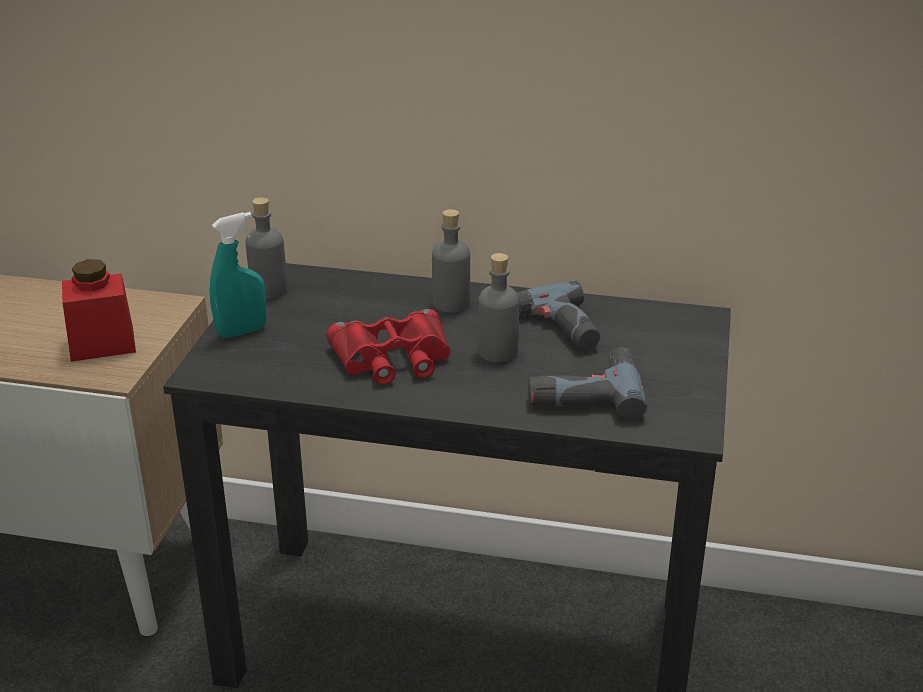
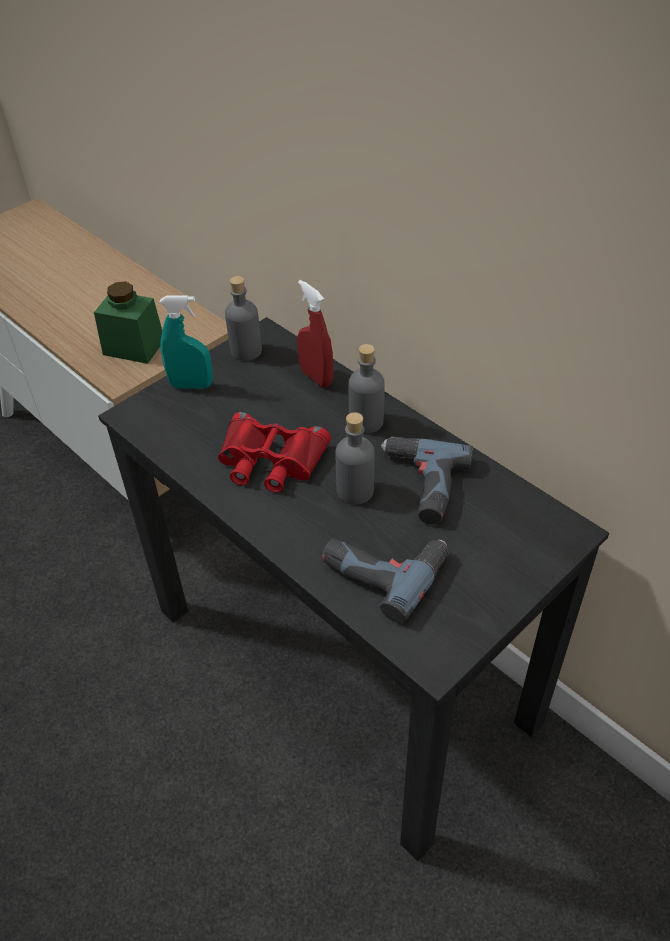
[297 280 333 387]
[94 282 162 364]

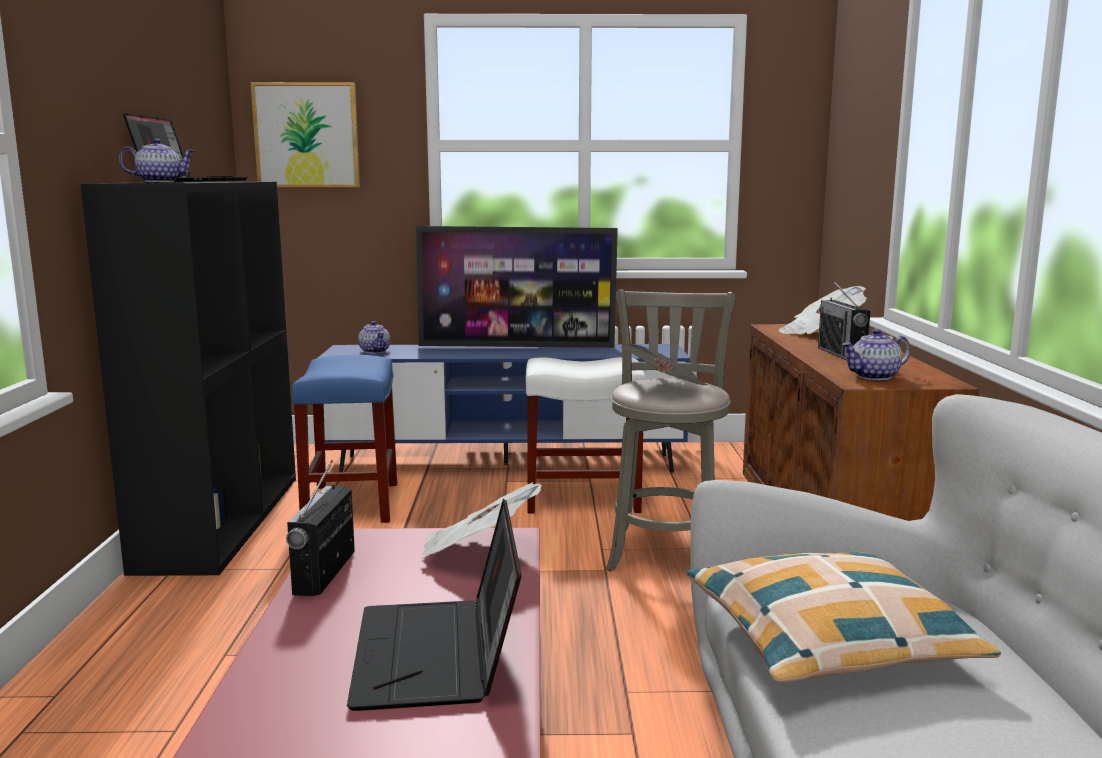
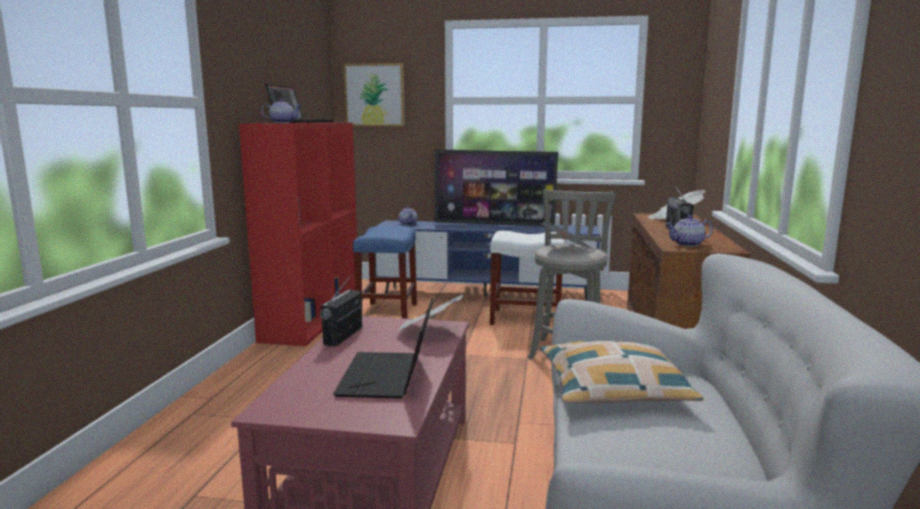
[239 123 357 346]

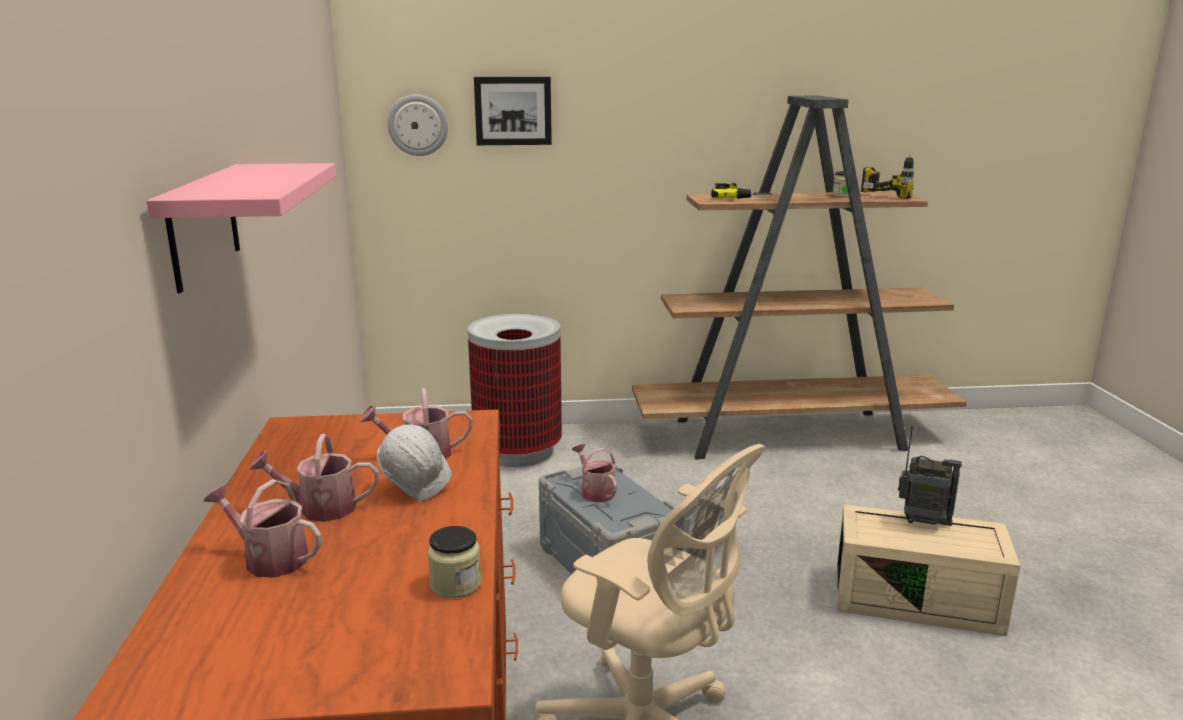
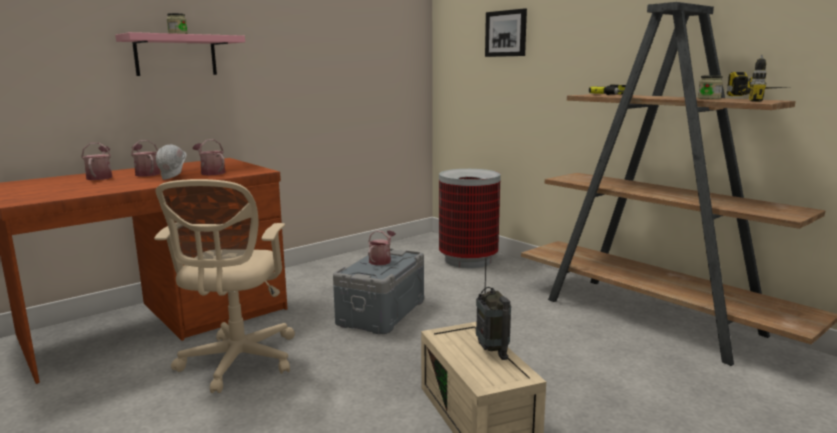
[387 94 448 156] (first image)
[167 13 188 34]

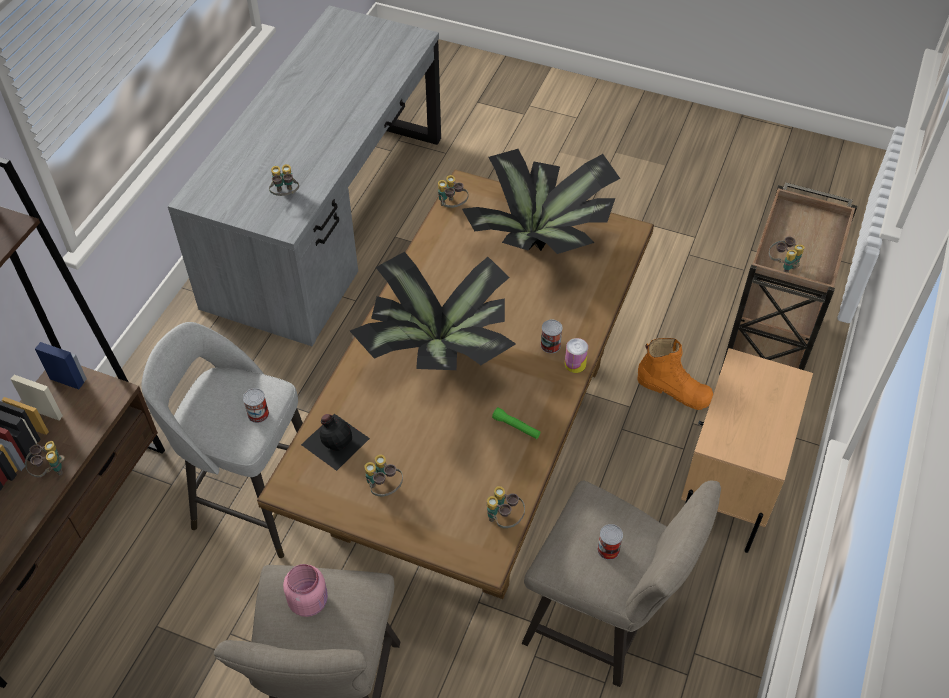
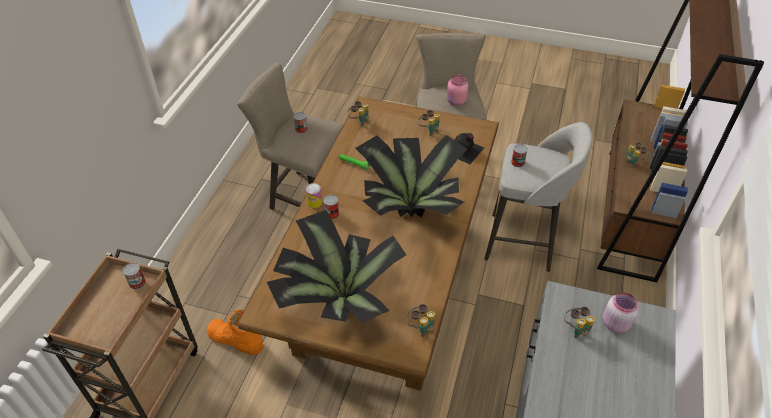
[681 348 813 553] (first image)
[603 292 639 333]
[123 263 146 289]

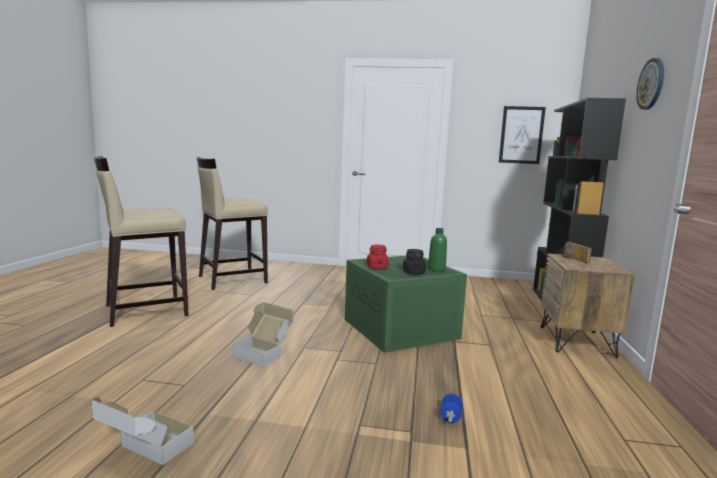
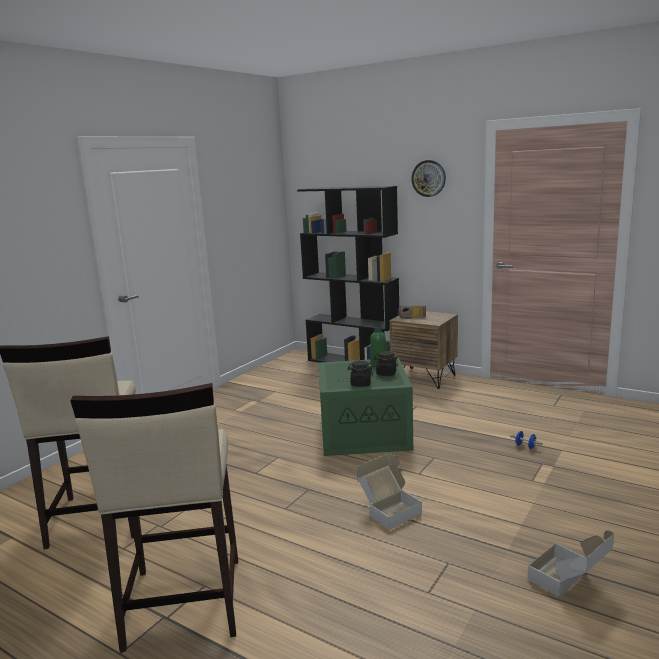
[499 106 546 164] (first image)
[347 360 373 387]

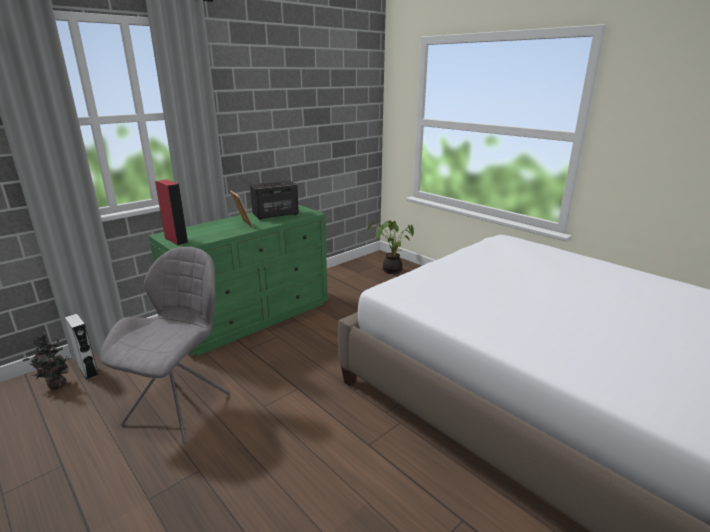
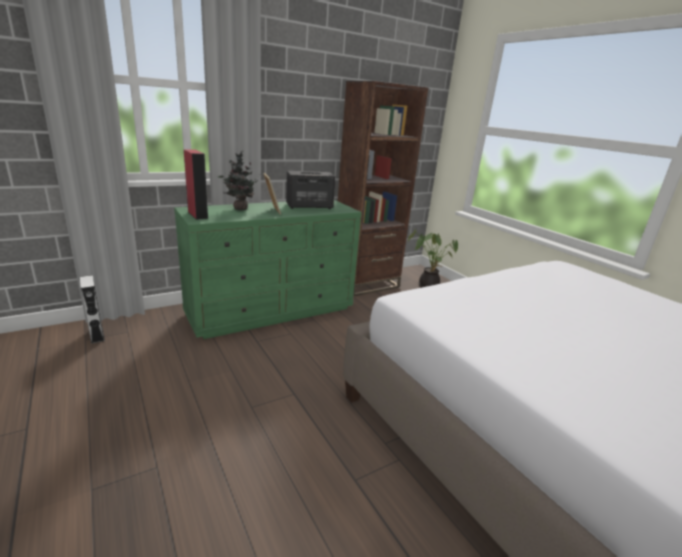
[100 247 230 443] (first image)
[338 81 428 296]
[218 150 258 210]

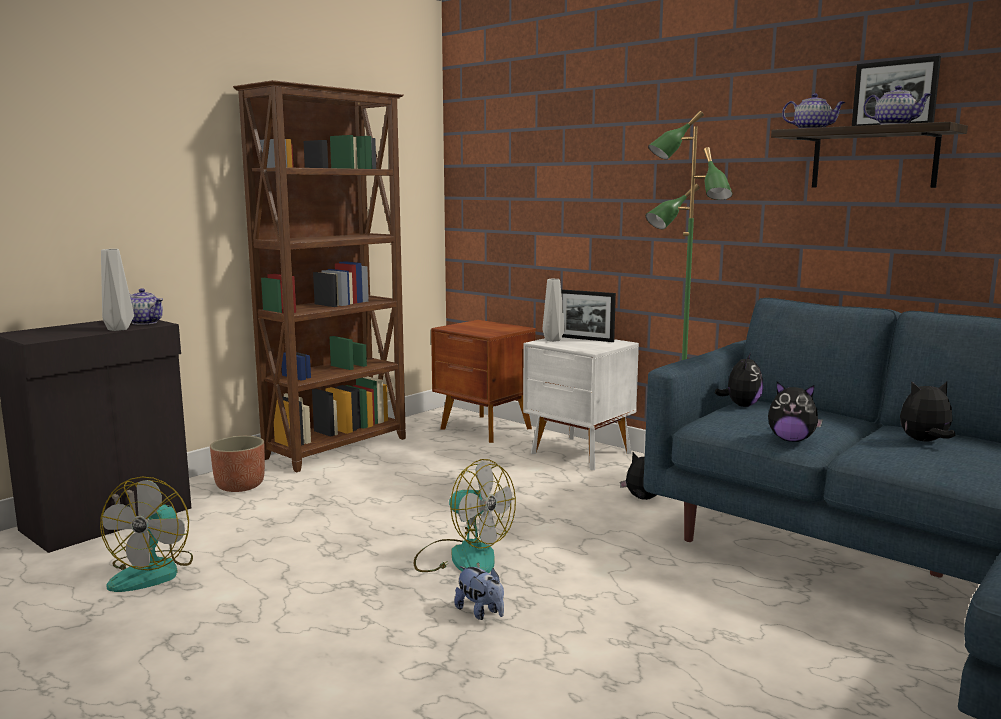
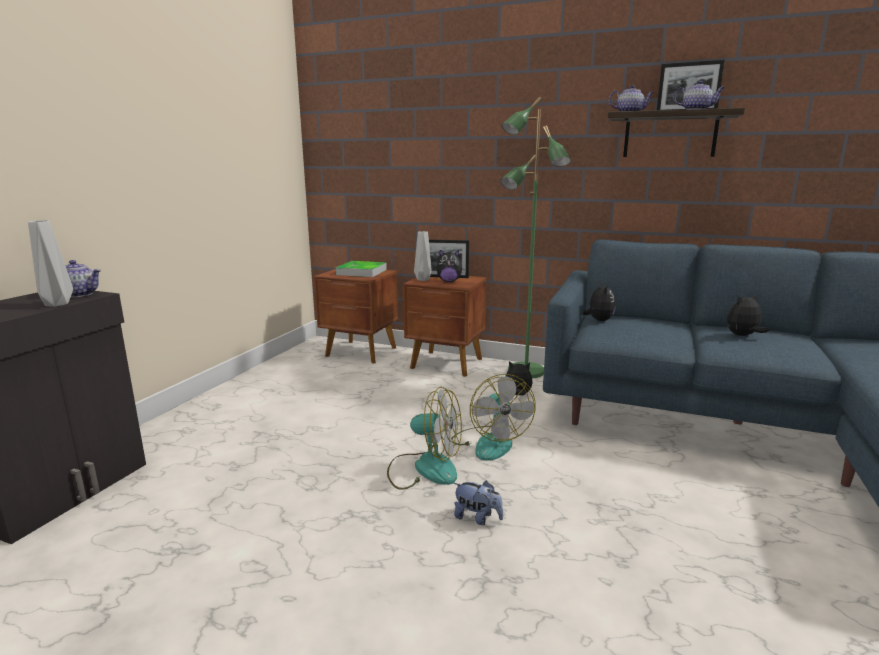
[210 436 265 492] (first image)
[233 80 406 472] (first image)
[336 261 387 277]
[451 374 536 461]
[437 250 464 282]
[403 276 486 377]

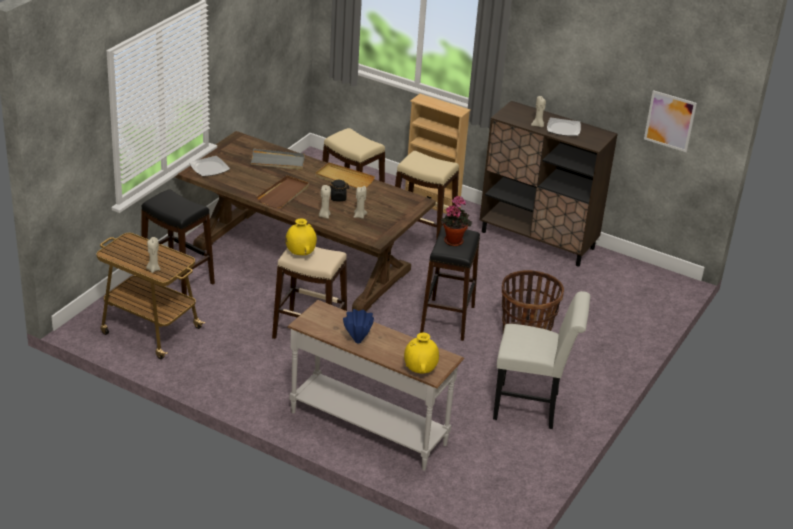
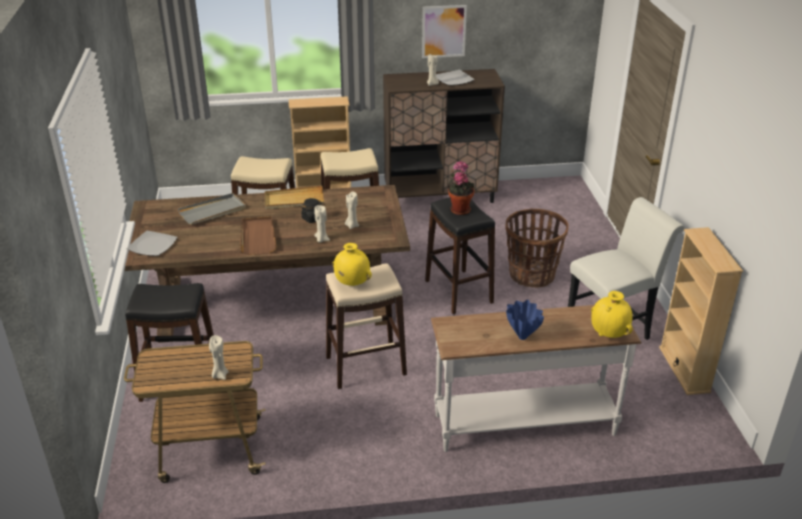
[659 227 743 395]
[422 5 467 58]

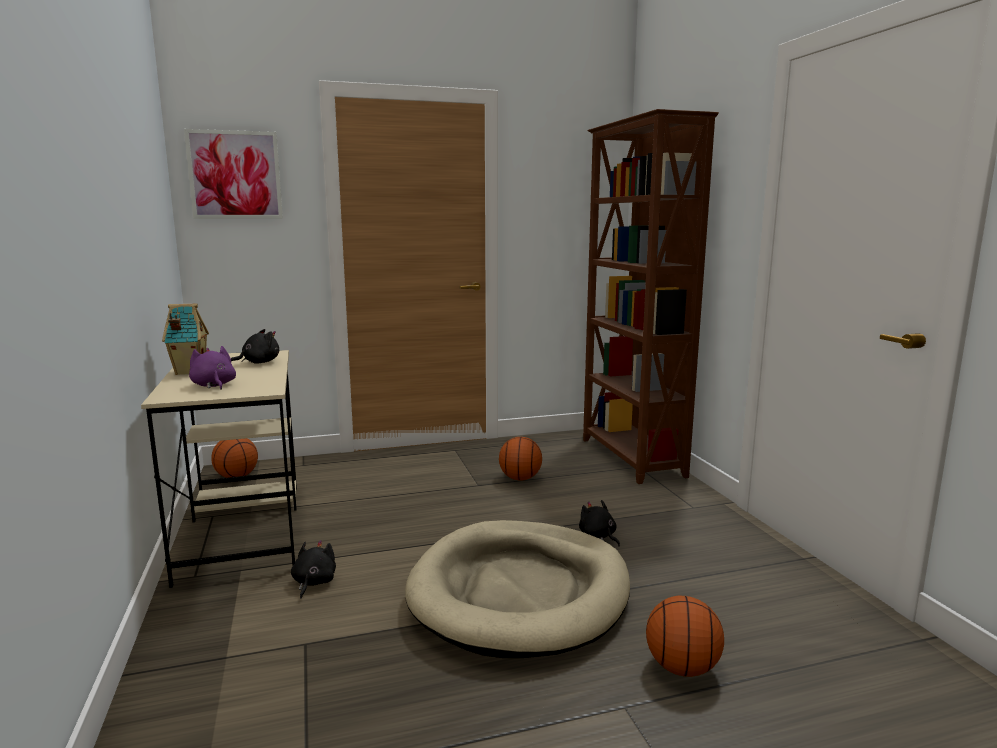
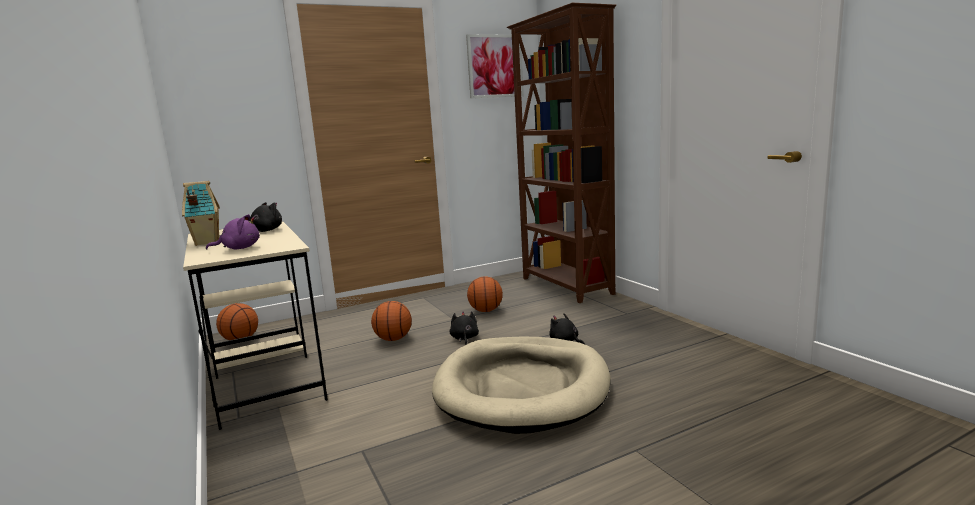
[466 34 524 99]
[450 311 479 345]
[371 301 412 341]
[206 214 260 250]

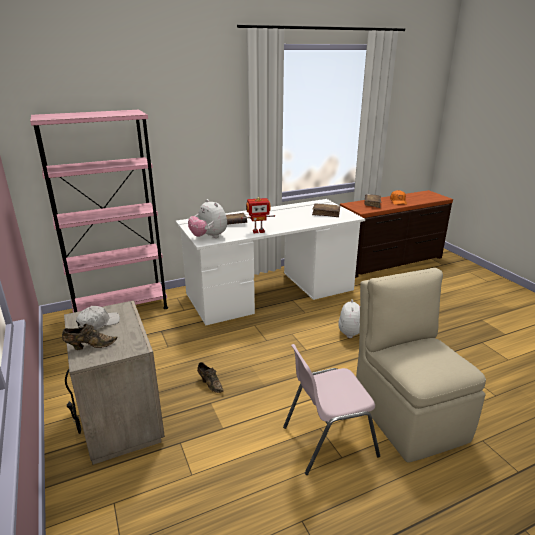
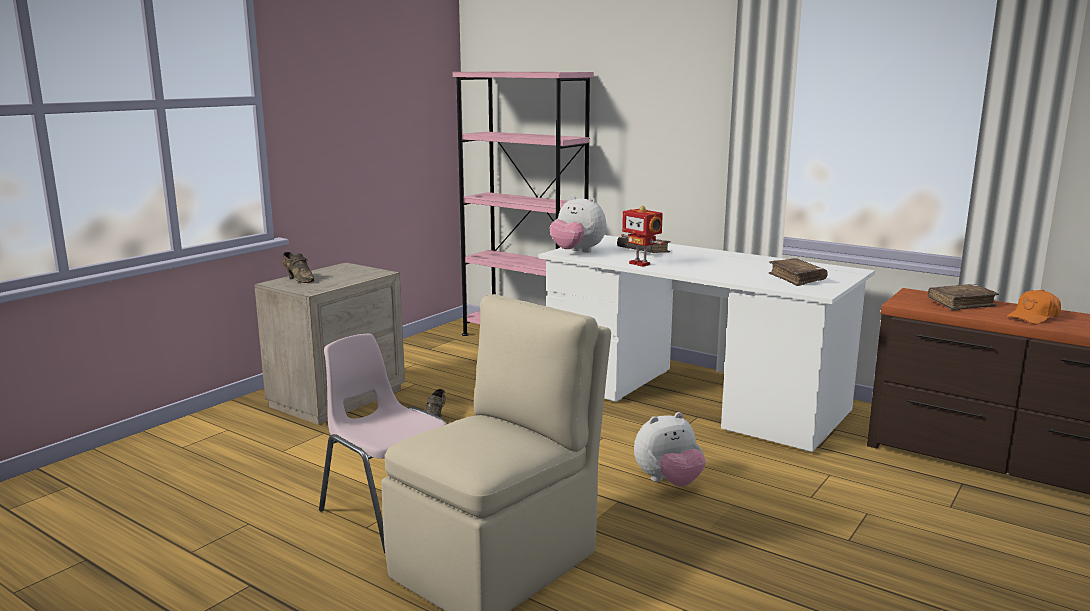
[76 306 120 329] (first image)
[550 195 606 253]

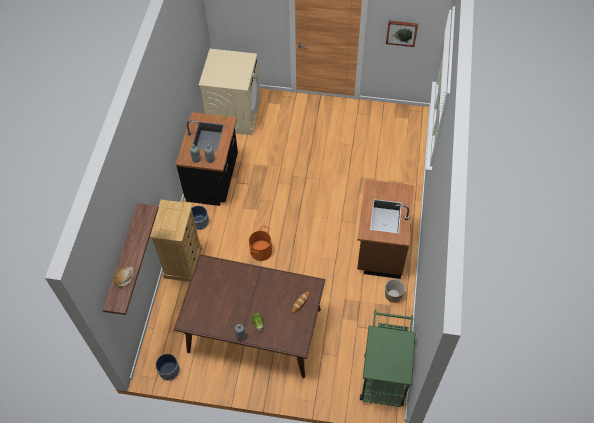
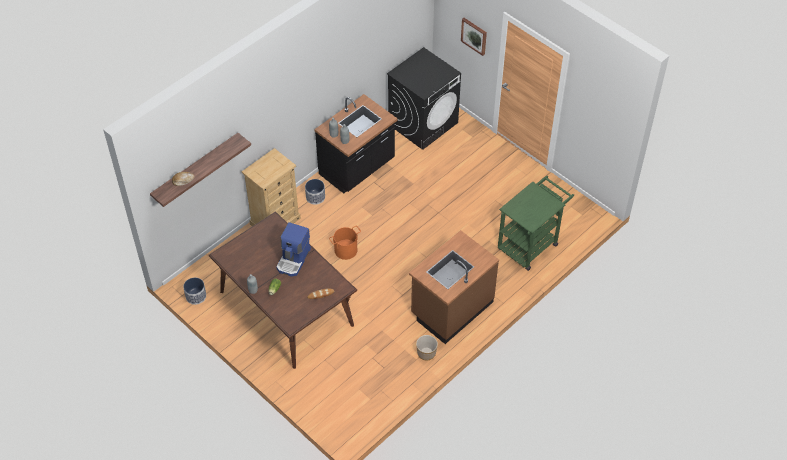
[276 222 311 277]
[497 175 574 271]
[461 18 487 56]
[387 47 461 150]

